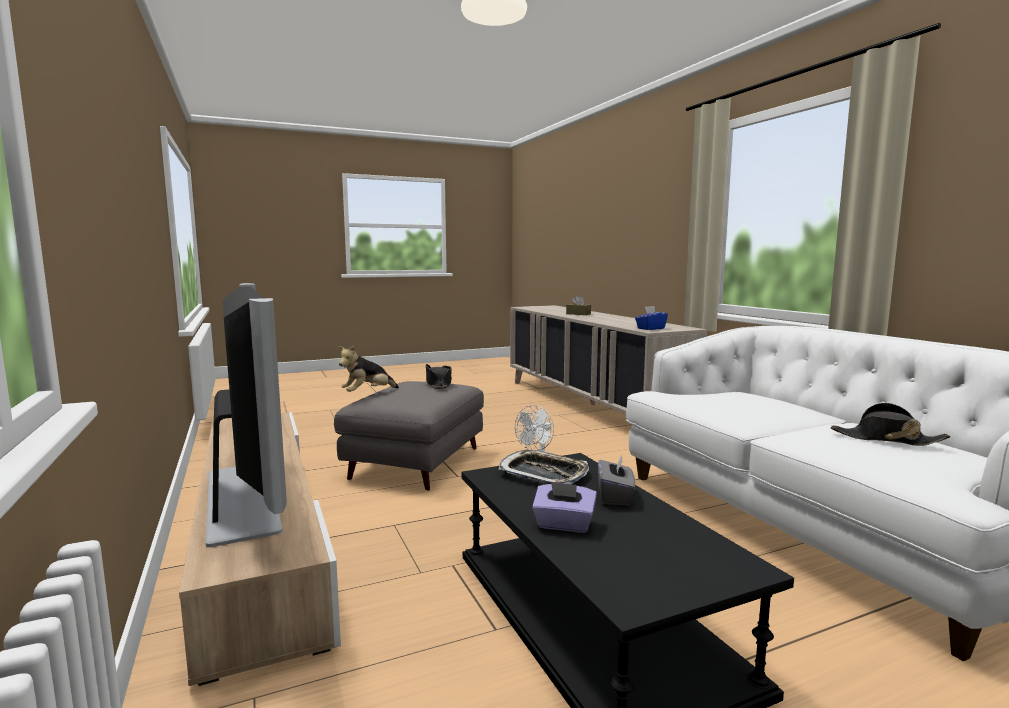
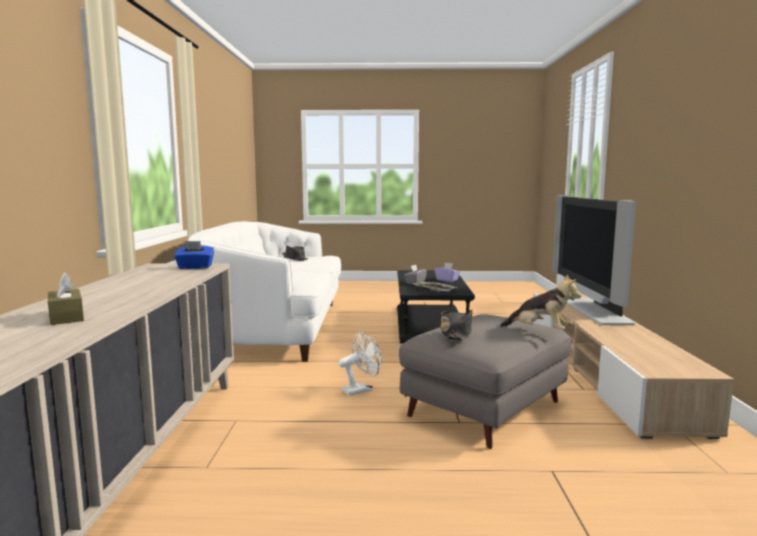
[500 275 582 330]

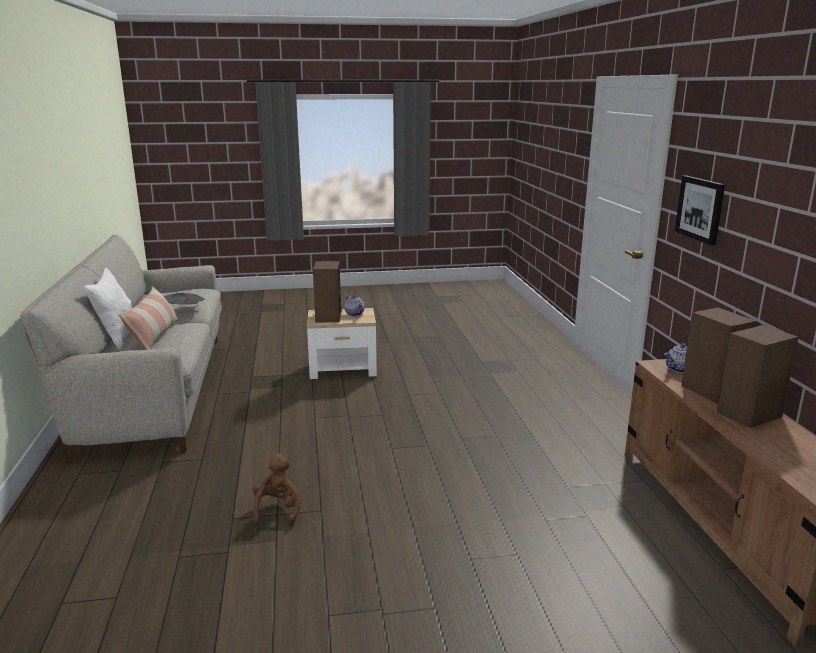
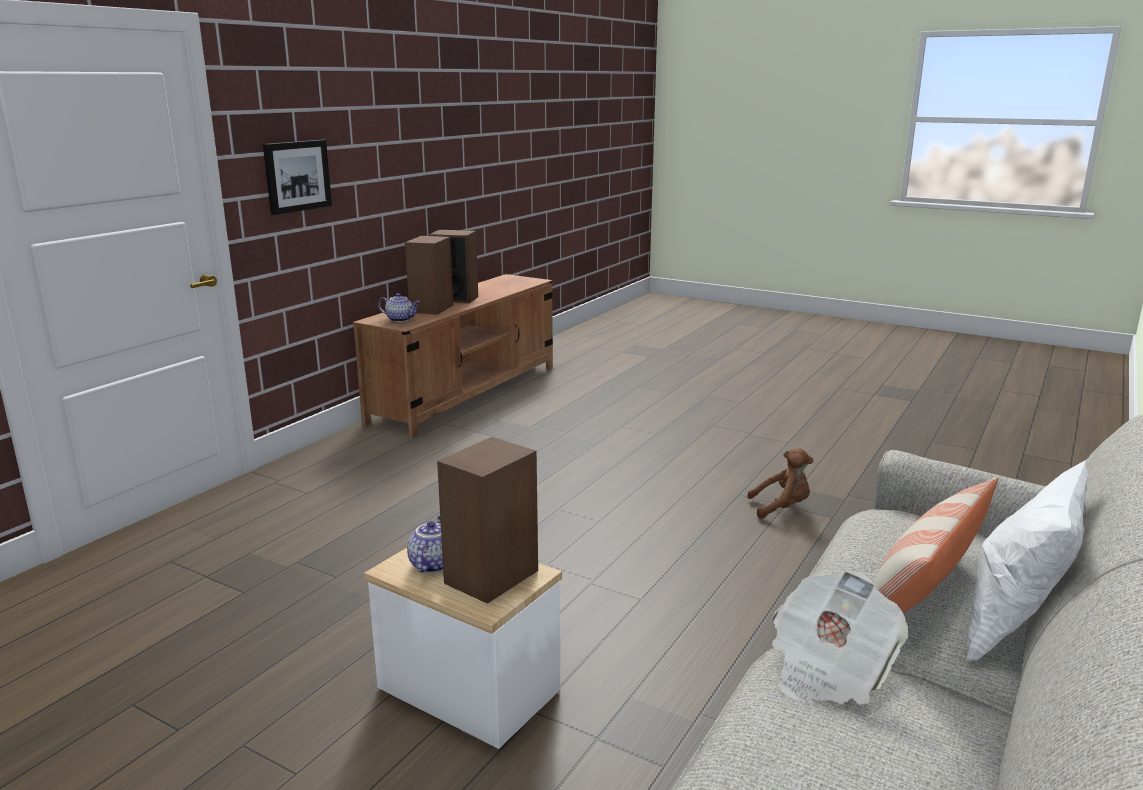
[747 448 813 519]

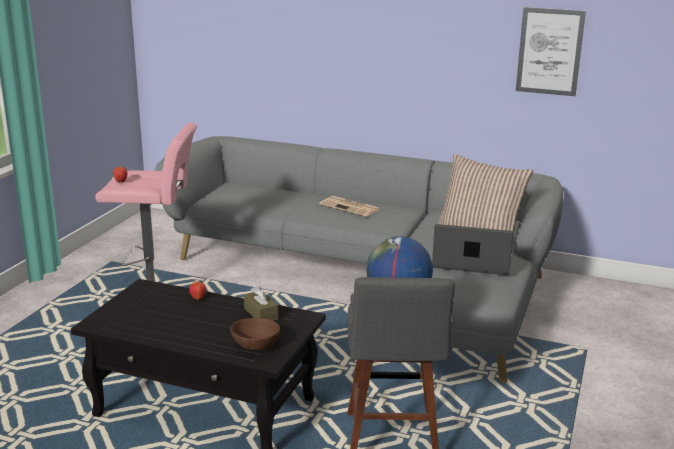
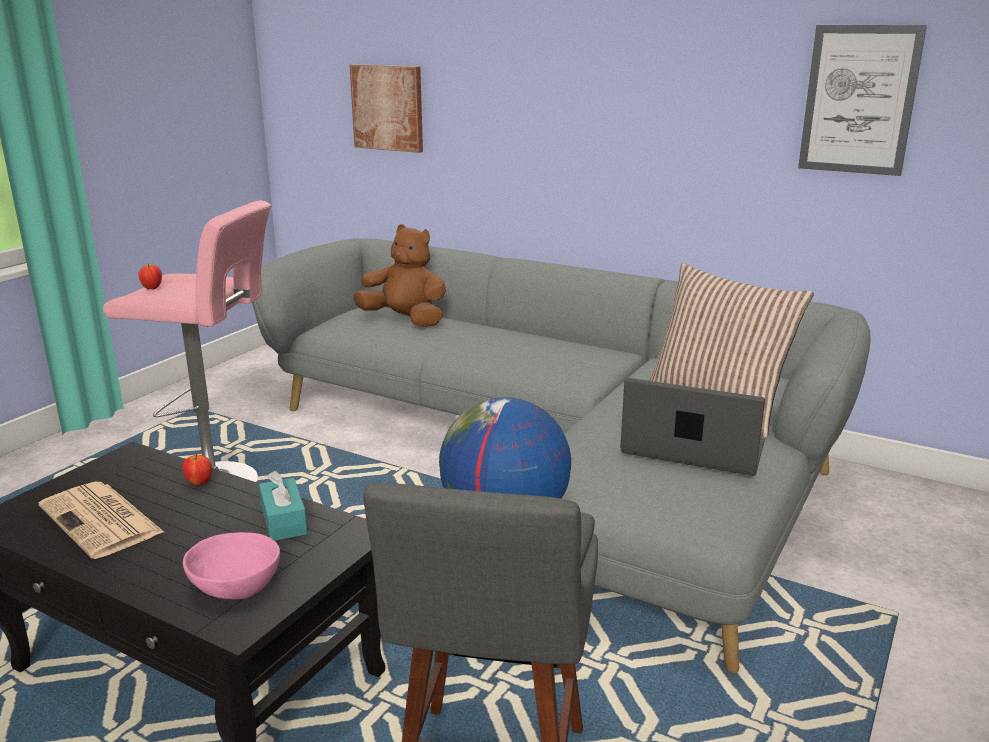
[350 64 423 153]
[353 224 446 327]
[39 482 164 559]
[183 532 280 599]
[259 471 308 541]

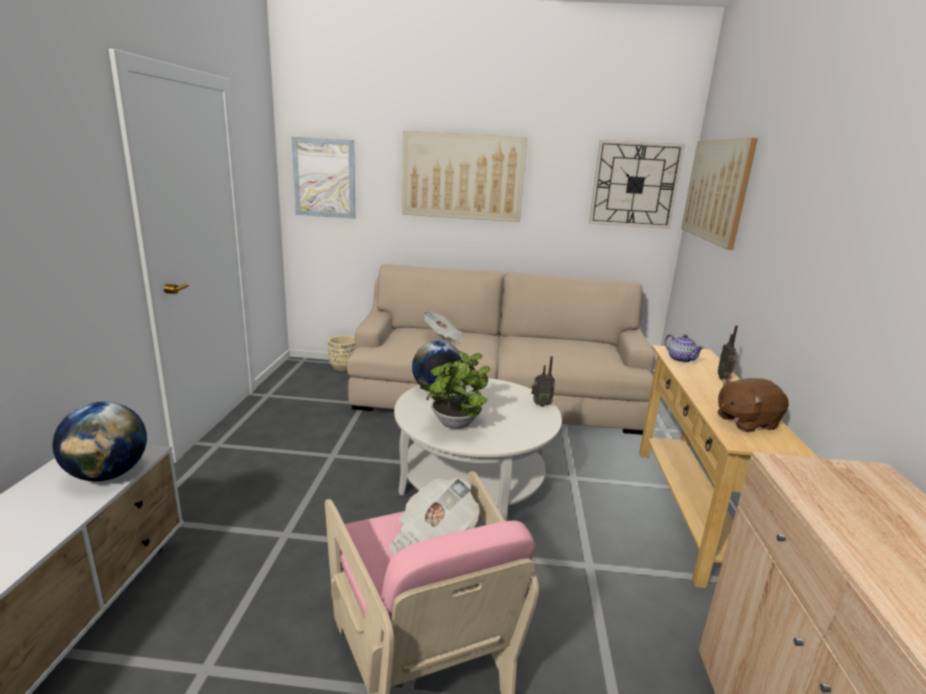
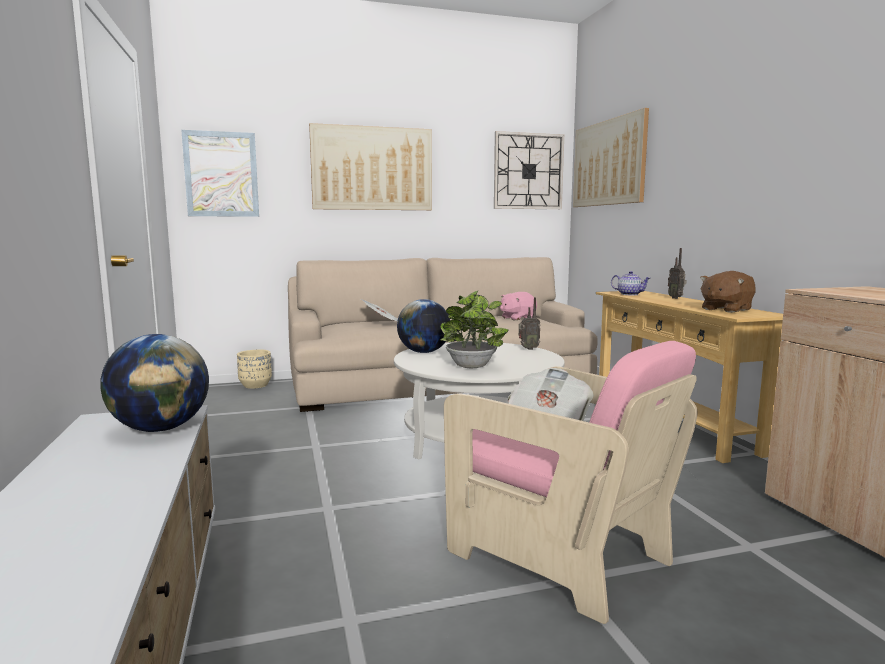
[500 292 537 320]

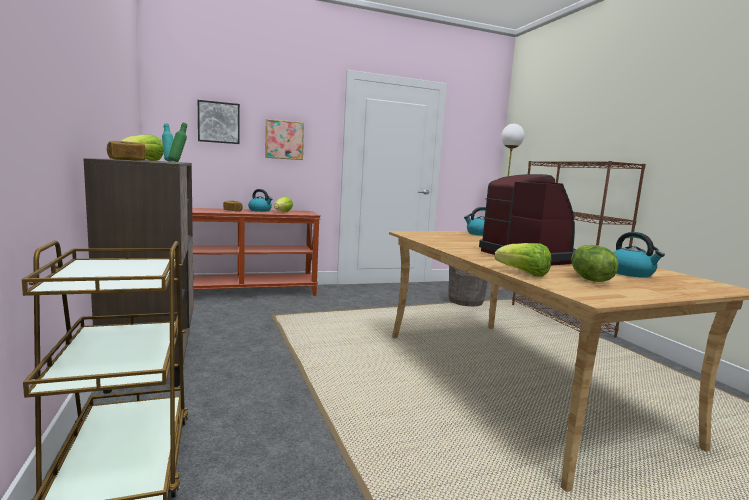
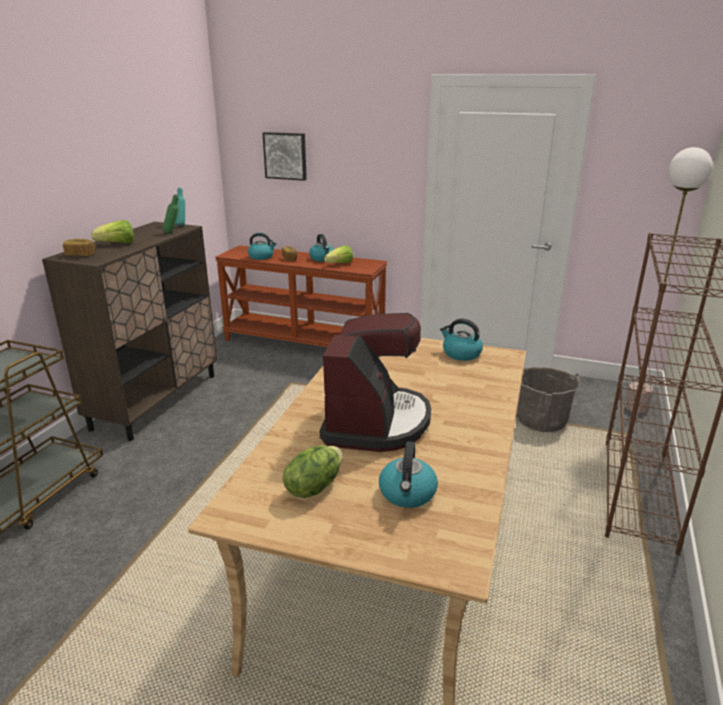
[265 119 304 160] (first image)
[495 243 551 277] (first image)
[248 233 277 260]

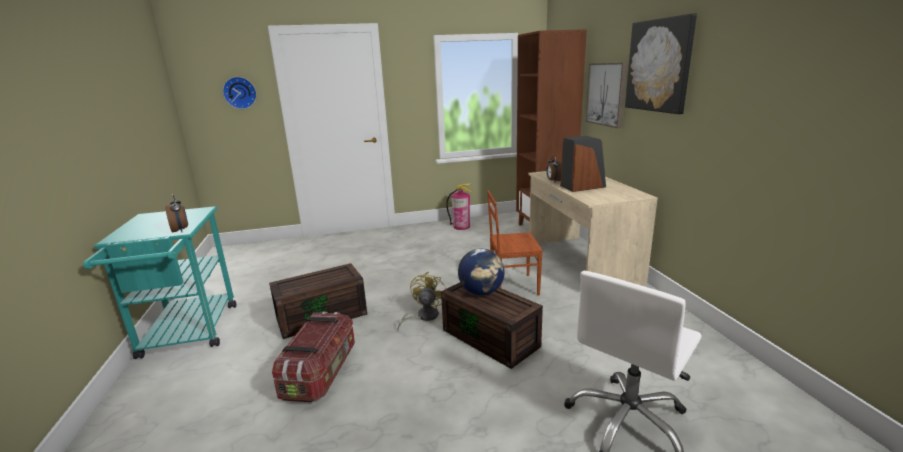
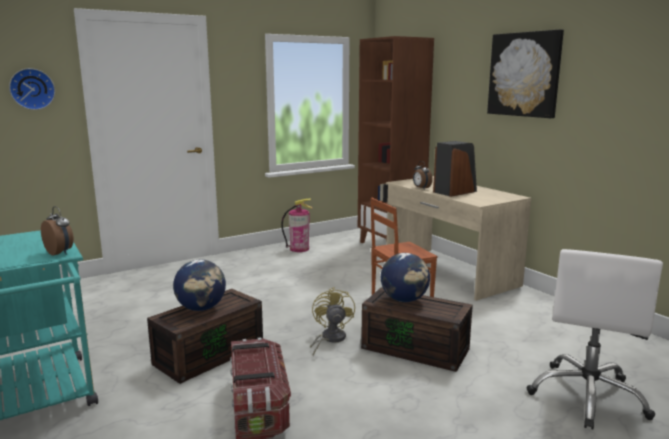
[586 63 627 128] (first image)
[173 260 226 311]

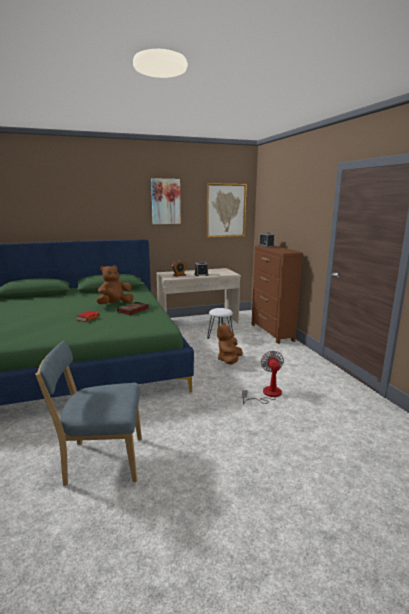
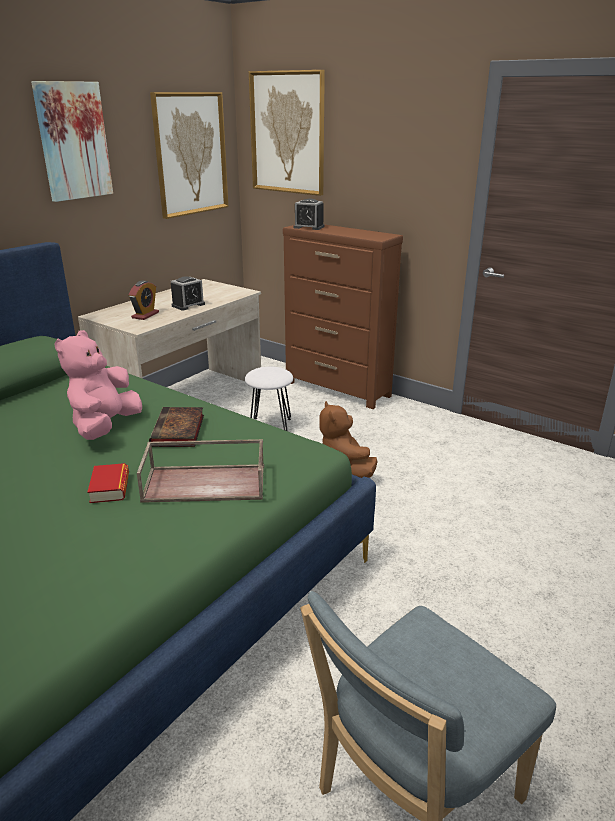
[242 351 284 405] (first image)
[137 439 264 503]
[249 70 325 196]
[54 330 142 440]

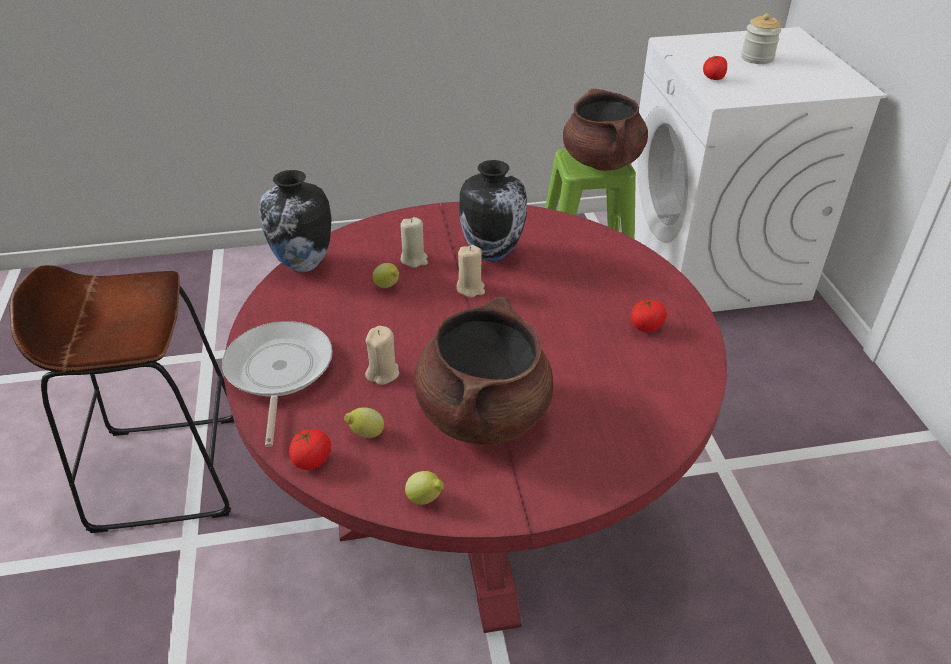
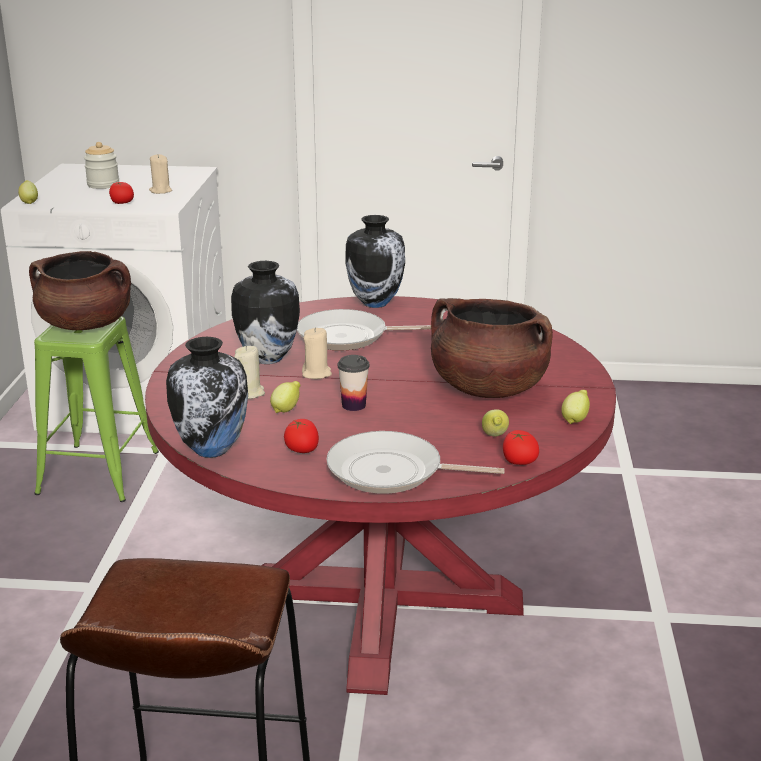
[18 180 38 204]
[297 309 431 351]
[338 355 370 411]
[345 215 405 308]
[149 154 172 194]
[284 419 319 453]

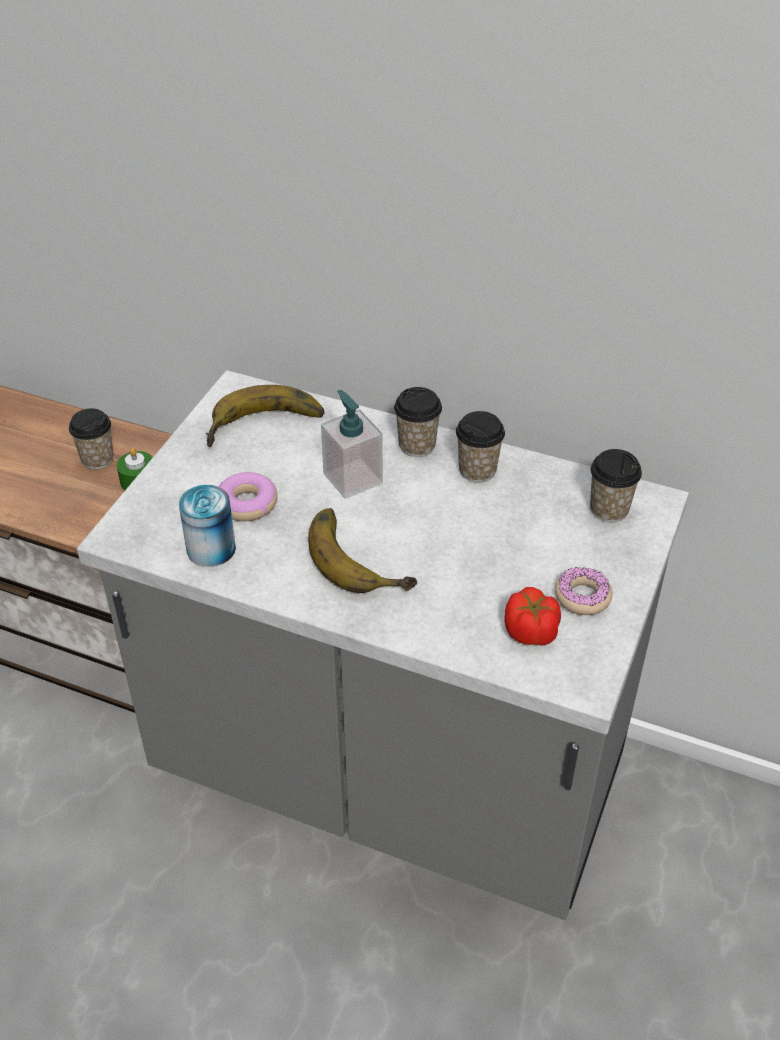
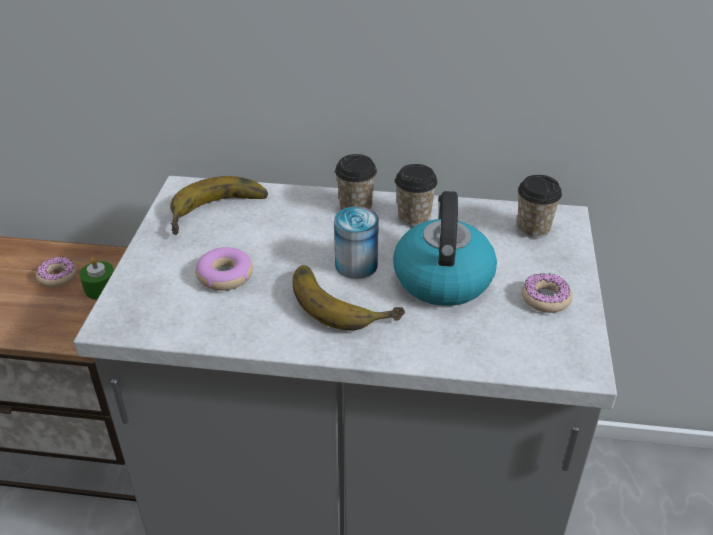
[321 390 383 499] (first image)
[504 587 561 646] (first image)
[393 191 497 306]
[334 207 379 279]
[36 256 77 287]

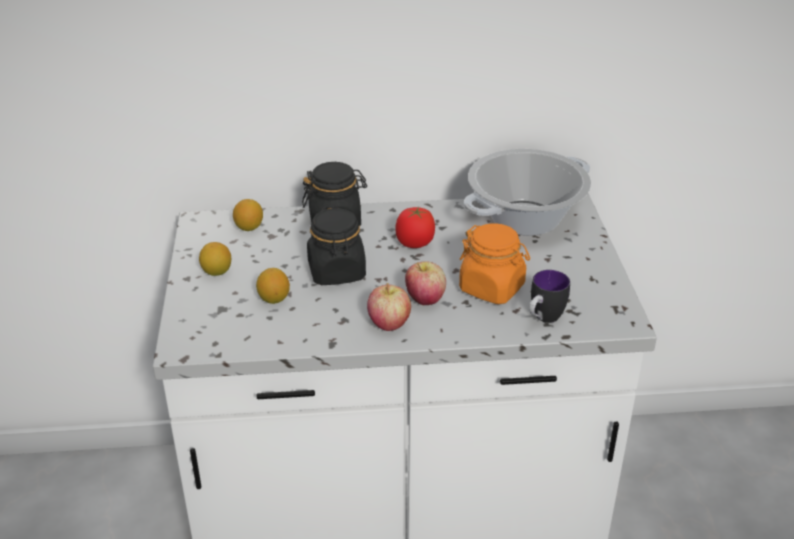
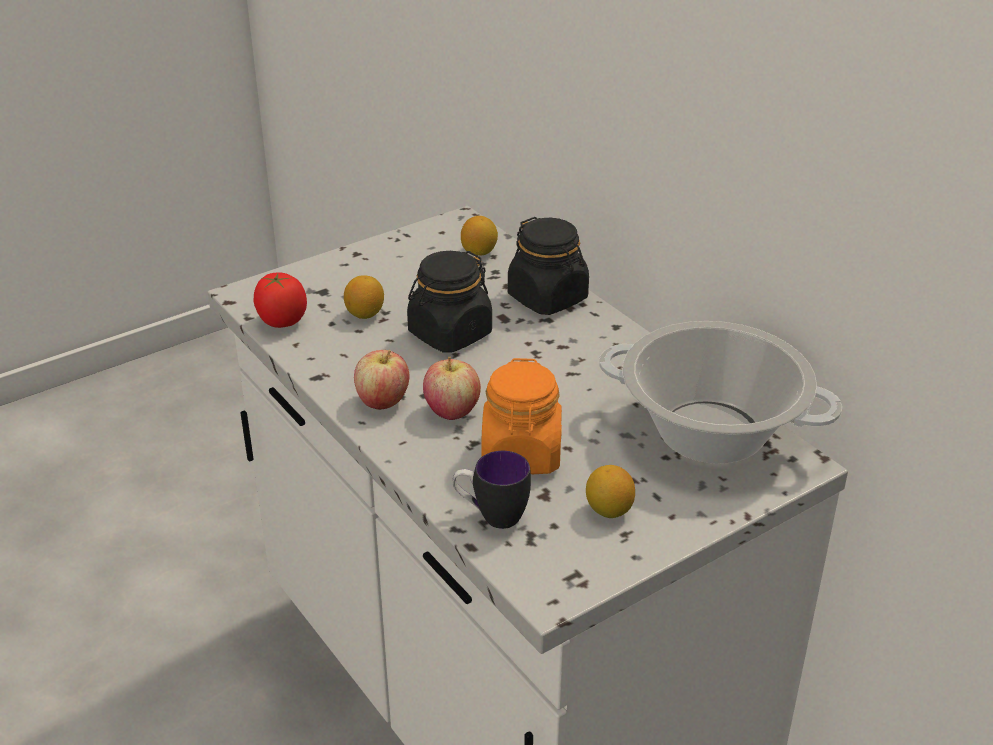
[586 465 635 518]
[253 272 307 328]

